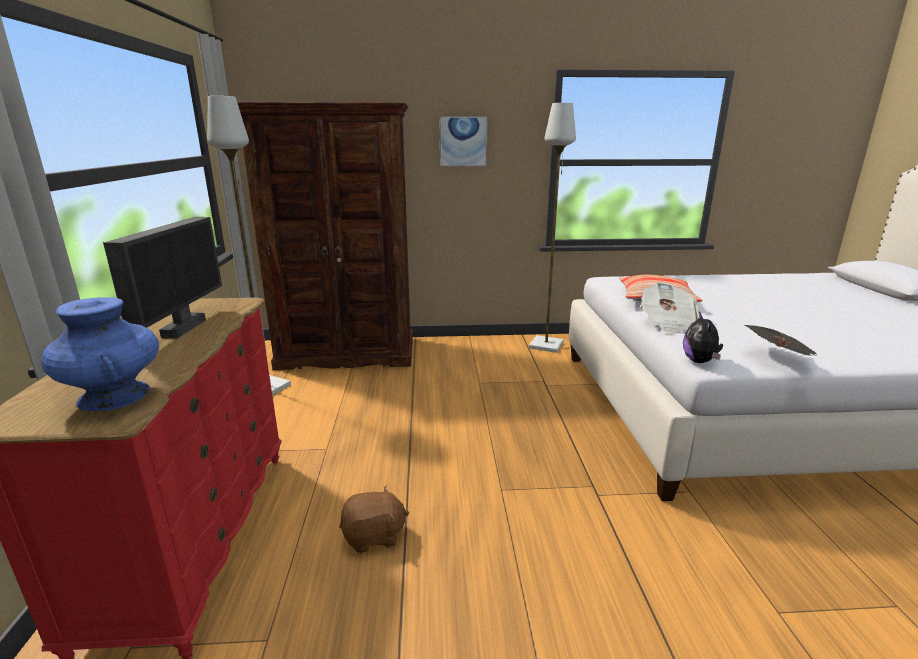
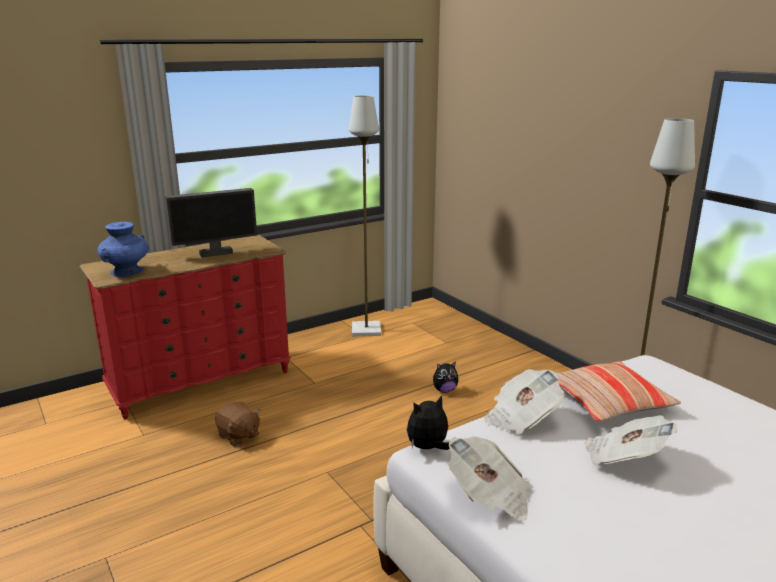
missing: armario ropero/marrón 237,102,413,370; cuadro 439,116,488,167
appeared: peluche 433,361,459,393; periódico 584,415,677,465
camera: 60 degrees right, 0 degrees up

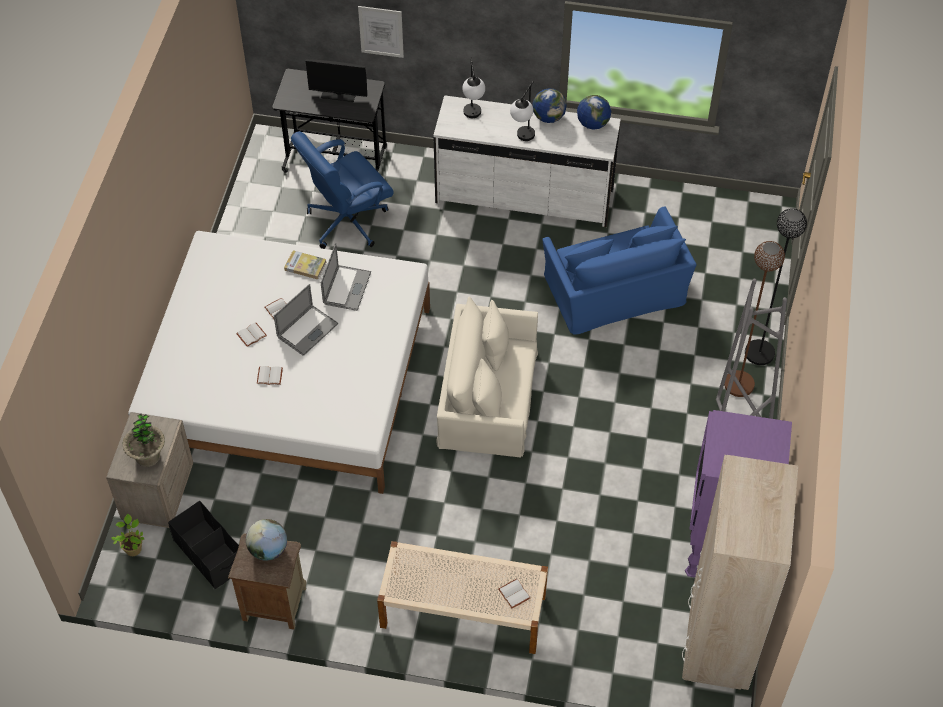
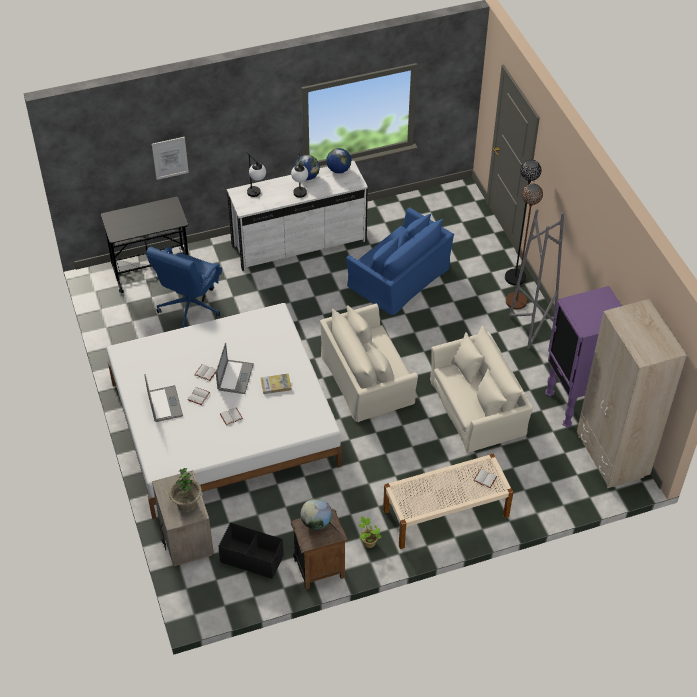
missing: monitor 306,59,367,102
appeared: sillón/beis 430,326,533,452
relocated: portátil 321,243,371,311 to 145,374,183,422; libro 284,250,326,279 to 261,374,292,394; planta en maceta 111,514,144,556 to 359,516,381,548
colour: mesita de noche/beis 228,533,307,629 to mesita de noche/negro 291,509,348,589
camera: 30 degrees left, 5 degrees down

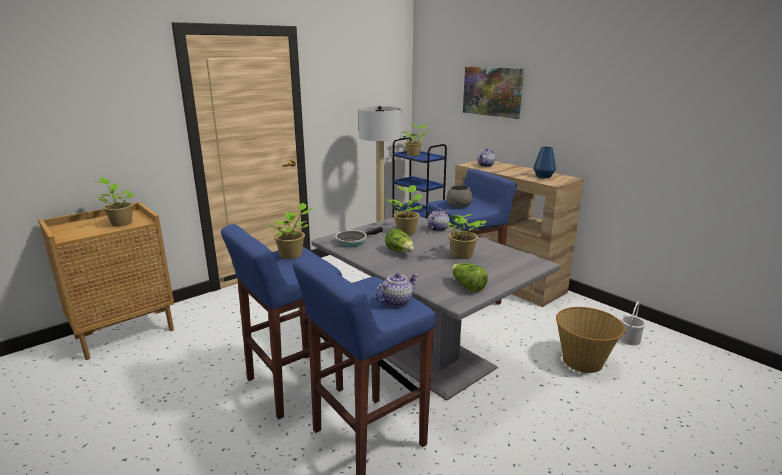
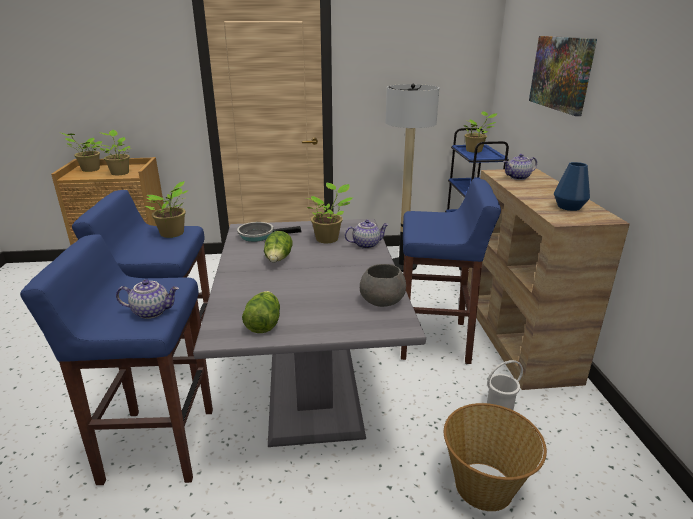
relocated: planta en maceta 445,214,486,259 to 59,132,102,172; cuenco/gris 446,185,473,208 to 360,264,406,307; cubo/blanco 619,301,646,345 to 487,360,523,410
camera: 35 degrees right, 5 degrees up

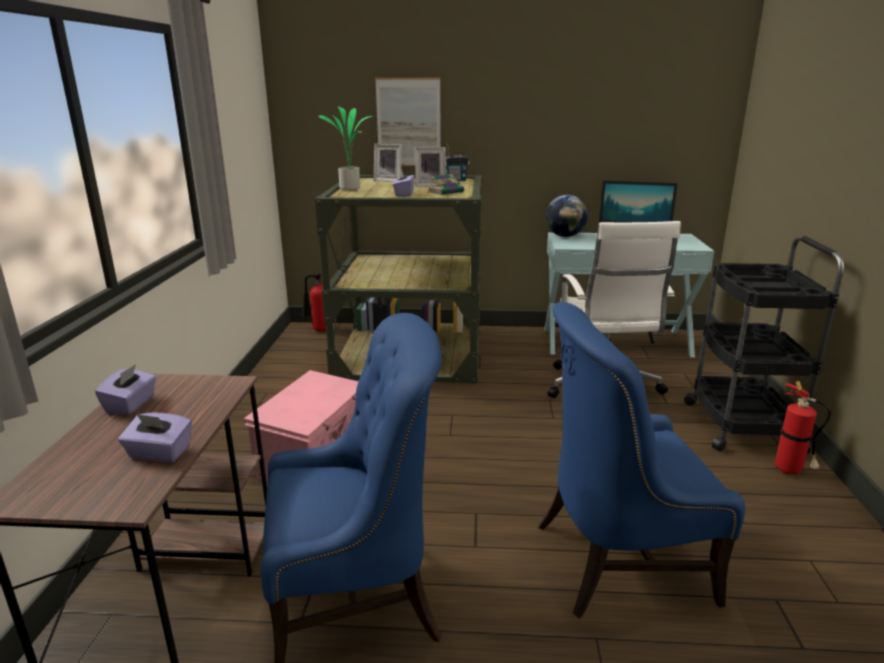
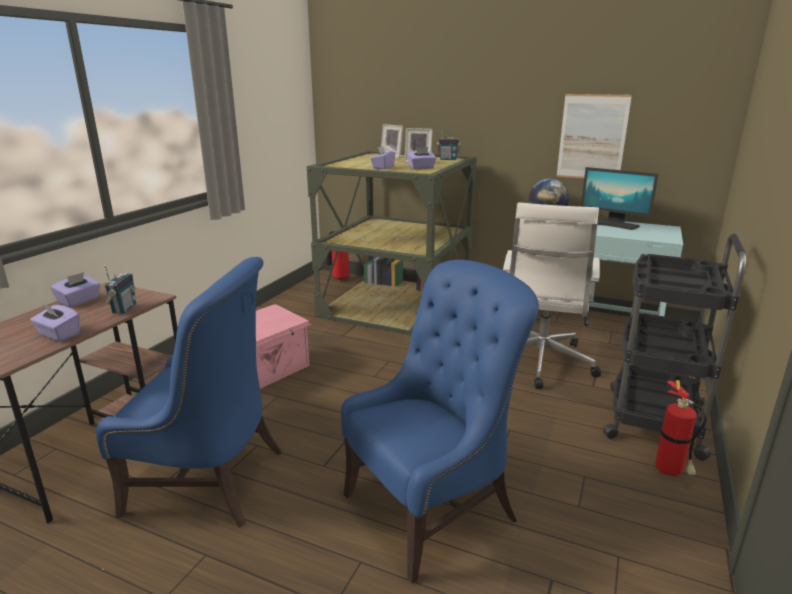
missing: planta en maceta 318,106,374,190
appeared: radio 104,265,136,314
relocated: cuadro 375,78,441,166 to 556,94,632,178
exchanged: libro 428,174,466,195 to caja de pañuelos/morado 407,147,436,169
spun: silla/azul 538,302,745,619 = 341,260,539,583 135 degrees clockwise
camera: 20 degrees right, 0 degrees up

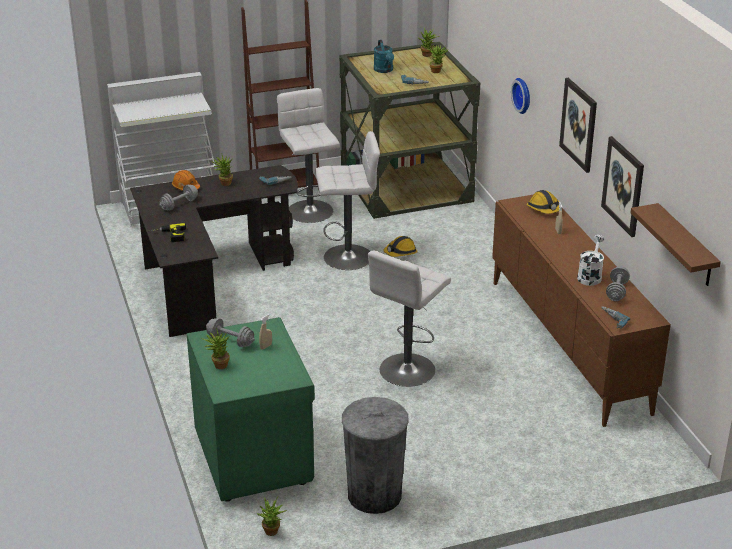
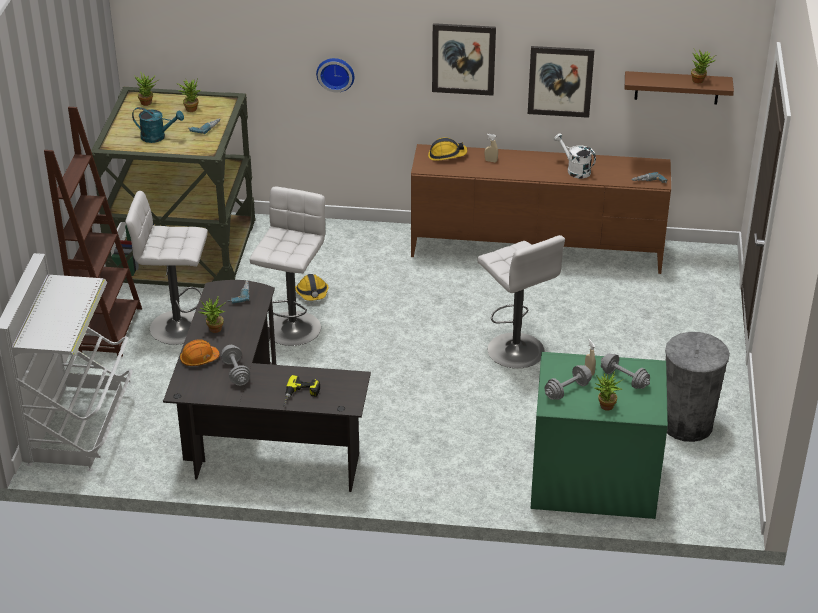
relocated: mancuerna/gris 606,266,630,301 to 601,354,650,389; planta en maceta 257,497,287,536 to 691,48,716,83
camera: 65 degrees left, 5 degrees up

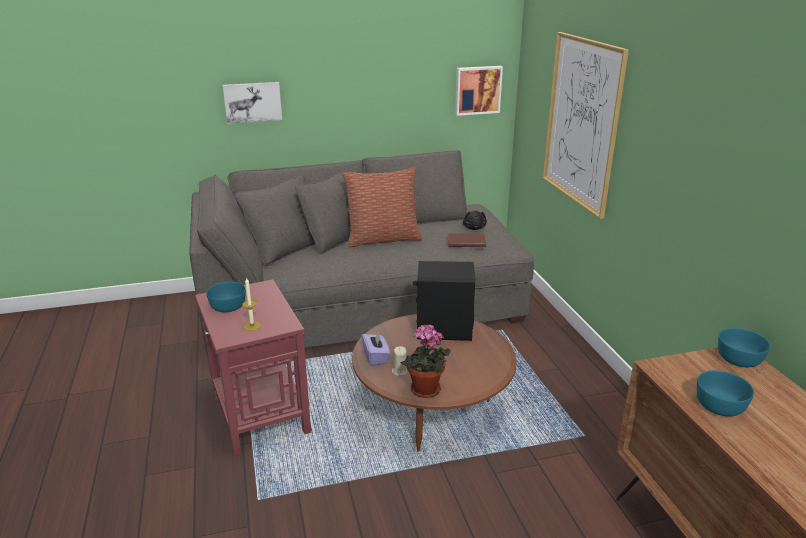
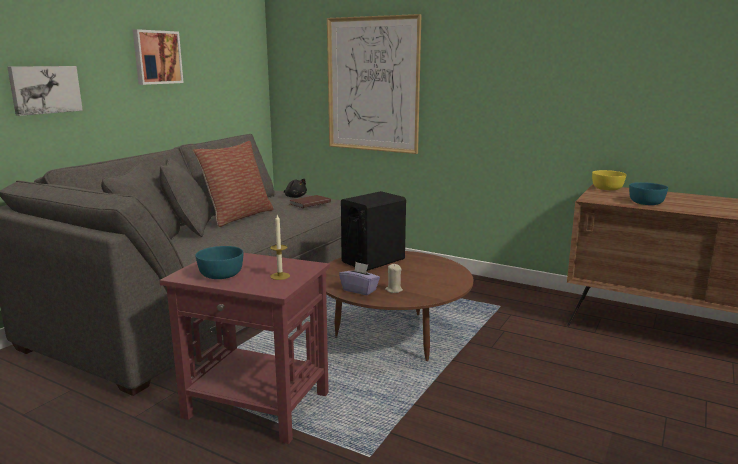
missing: planta en maceta 401,325,451,398
relocated: cuadro 455,66,503,116 to 133,29,184,85
colour: cuenco/turquesa 718,328,770,367 to cuenco/amarillo 592,170,626,190
camera: 45 degrees left, 10 degrees down

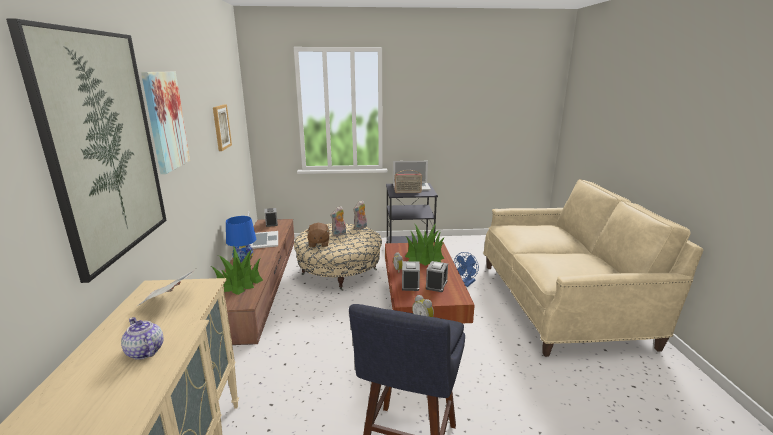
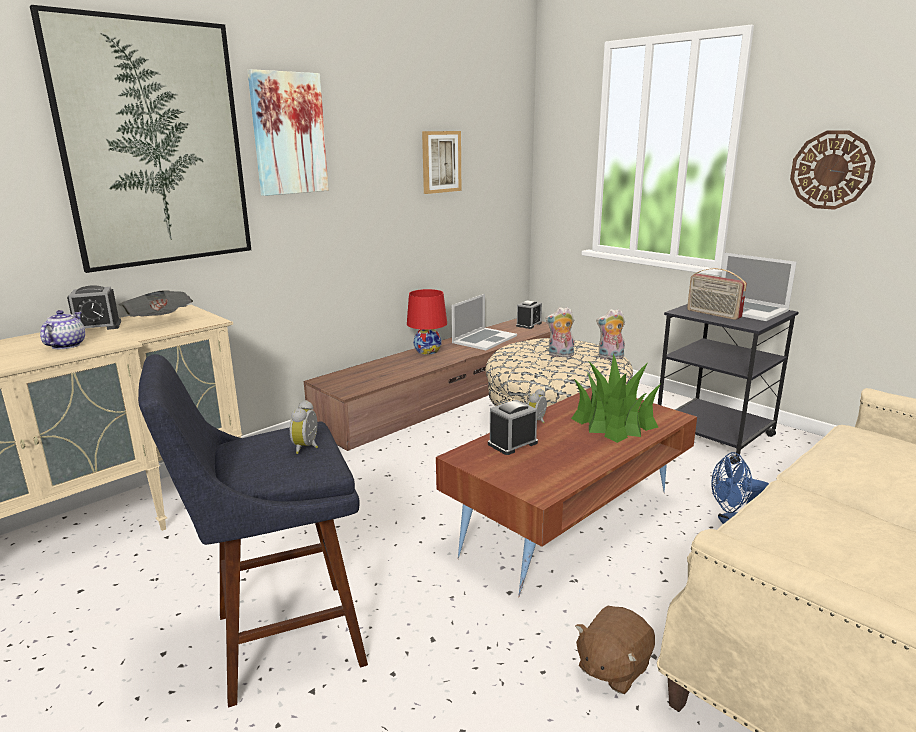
missing: planta en maceta 211,247,263,295
appeared: reloj de pared 790,130,875,210
relocated: despertador 426,261,448,292 to 67,285,121,330; peluche/marrón 306,223,330,248 to 575,605,655,694
colour: lámpara de mesa/azul 226,216,256,262 to lámpara de mesa/rojo 407,289,447,354
camera: 50 degrees right, 0 degrees up

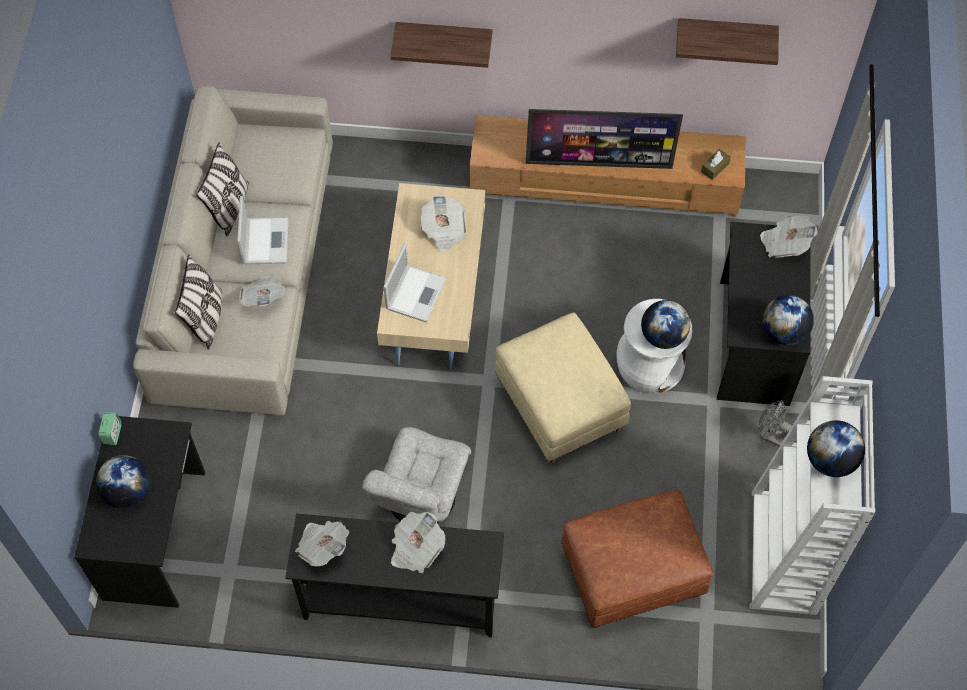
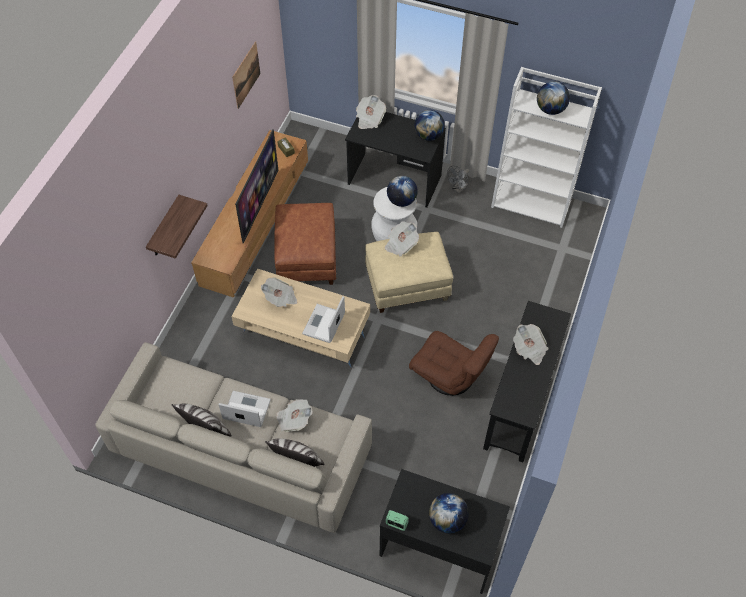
relocated: puf/marrón 561,490,713,628 to 274,203,336,285; periódico 295,521,349,567 to 385,221,419,257
exchanged: estante 676,18,779,65 to cuadro 232,41,260,109
colour: sillón/gris 362,427,471,523 to sillón/marrón 409,331,499,396
spun: portátil 384,243,447,322 = 302,296,345,343 105 degrees counterclockwise
camera: 75 degrees left, 5 degrees down

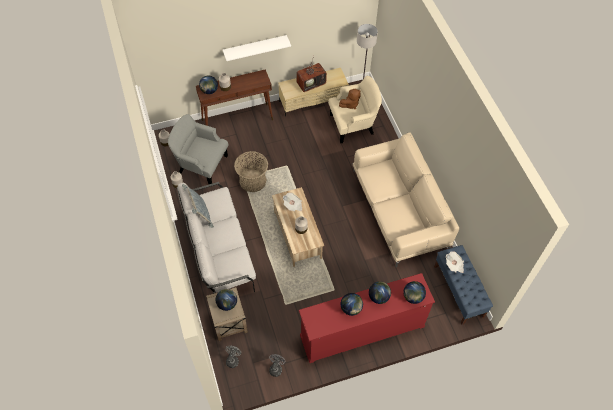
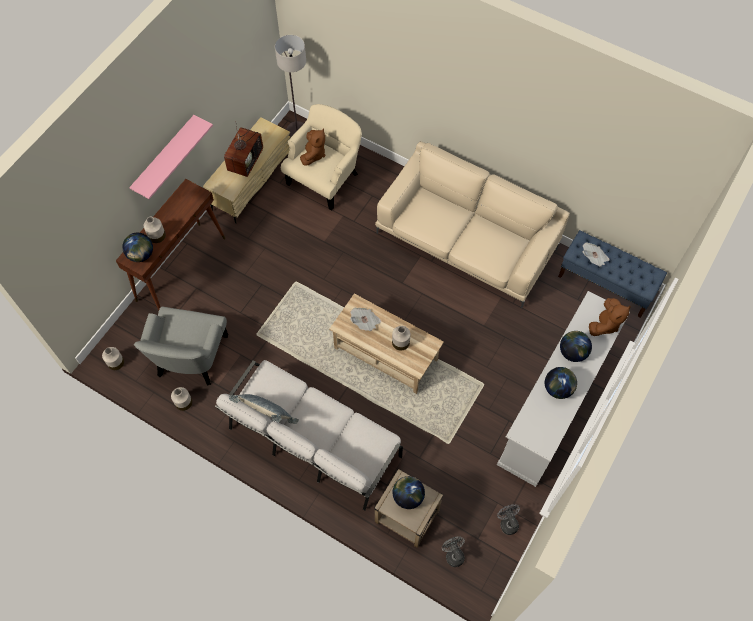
missing: cesta 234,151,268,192
exchanged: globo terráqueo 403,281,426,304 to peluche/marrón 589,298,631,336
colour: estante/blanco 223,35,291,61 to estante/rosa 129,115,213,199; armario/rojo 299,273,435,363 to armario/blanco 497,291,630,487
spun: sillón/gris 168,114,228,184 = 134,307,228,386 60 degrees counterclockwise
camera: 40 degrees left, 5 degrees up

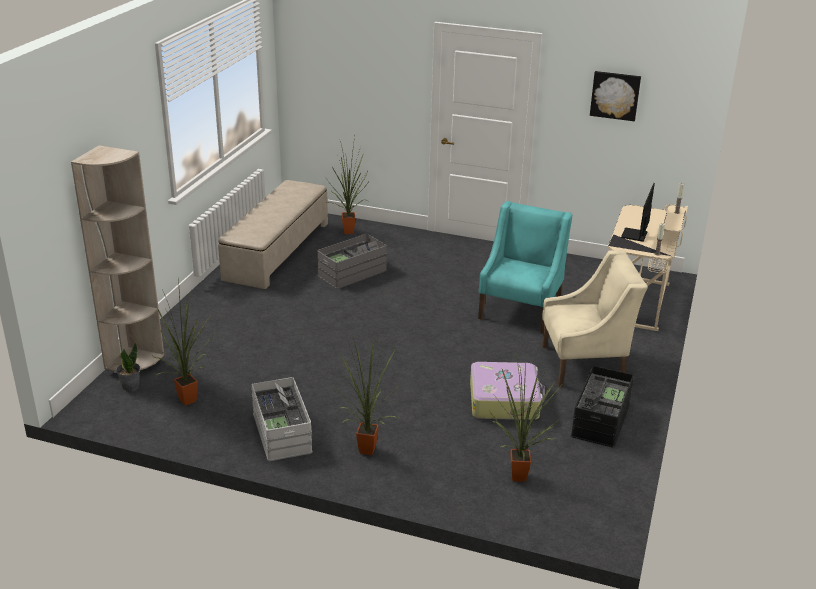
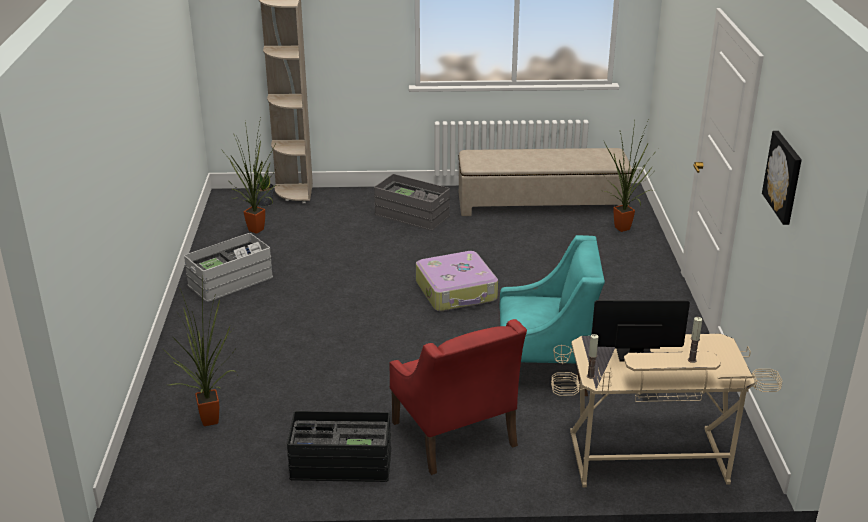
missing: planta en maceta 335,336,399,455
relocated: caja de almacenaje/gris 317,234,387,289 to 374,174,450,230; maleta 470,362,545,420 to 416,251,498,311
colour: sillón/beis 542,250,648,387 to sillón/rojo 389,319,527,475
camera: 70 degrees right, 0 degrees up

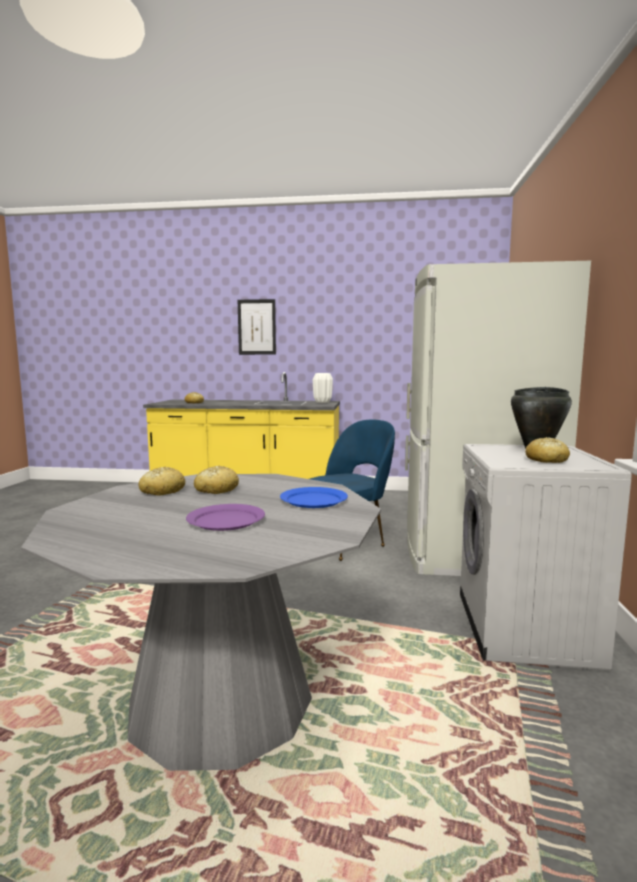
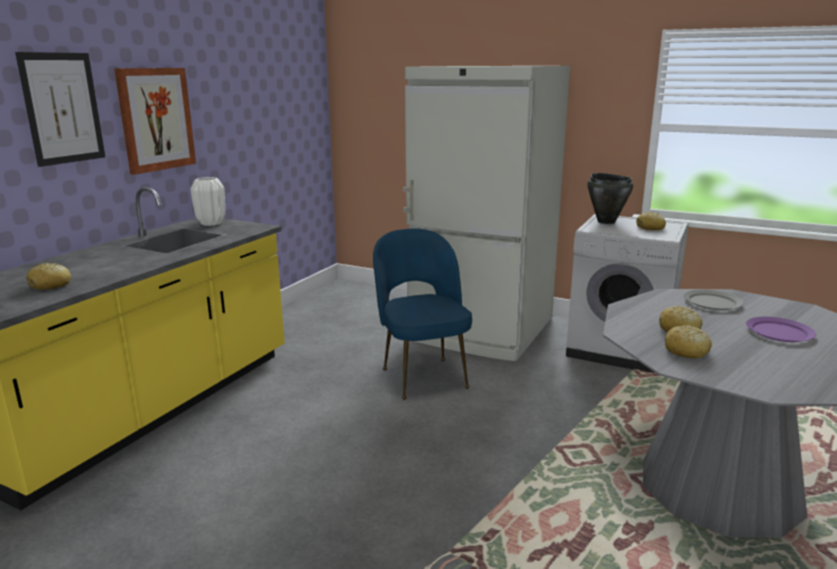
appeared: cuadro 114,68,196,175
colour: plato/azul 280,487,348,508 to plato/gris 684,290,743,310
camera: 70 degrees left, 10 degrees up

